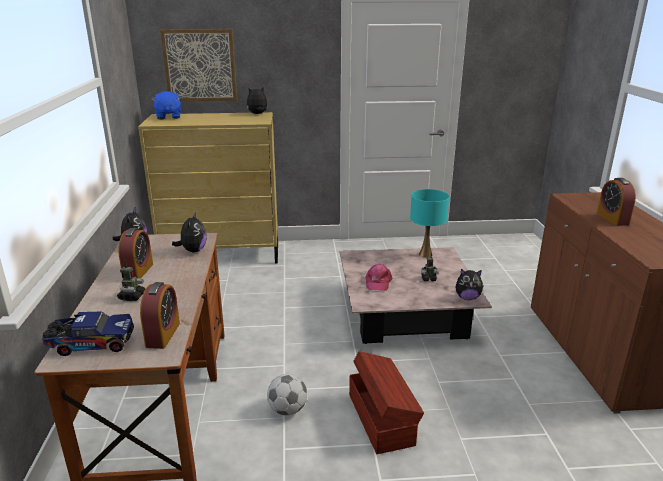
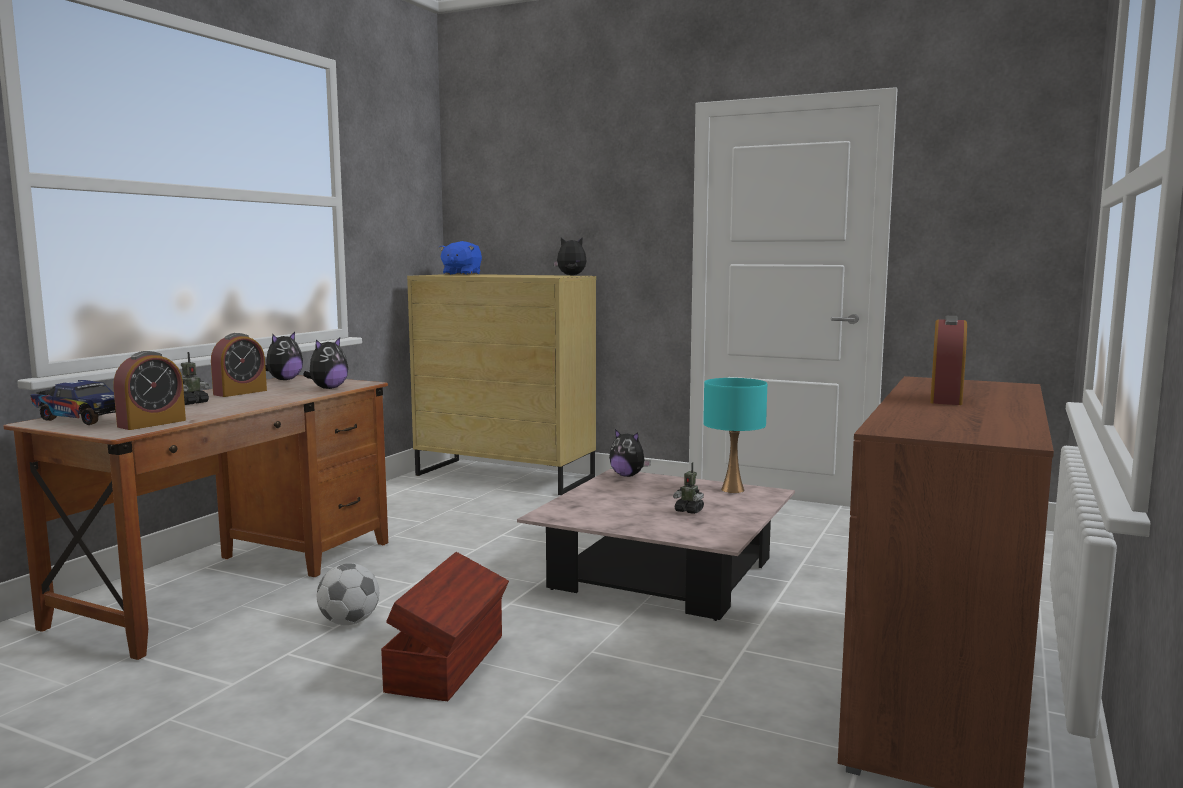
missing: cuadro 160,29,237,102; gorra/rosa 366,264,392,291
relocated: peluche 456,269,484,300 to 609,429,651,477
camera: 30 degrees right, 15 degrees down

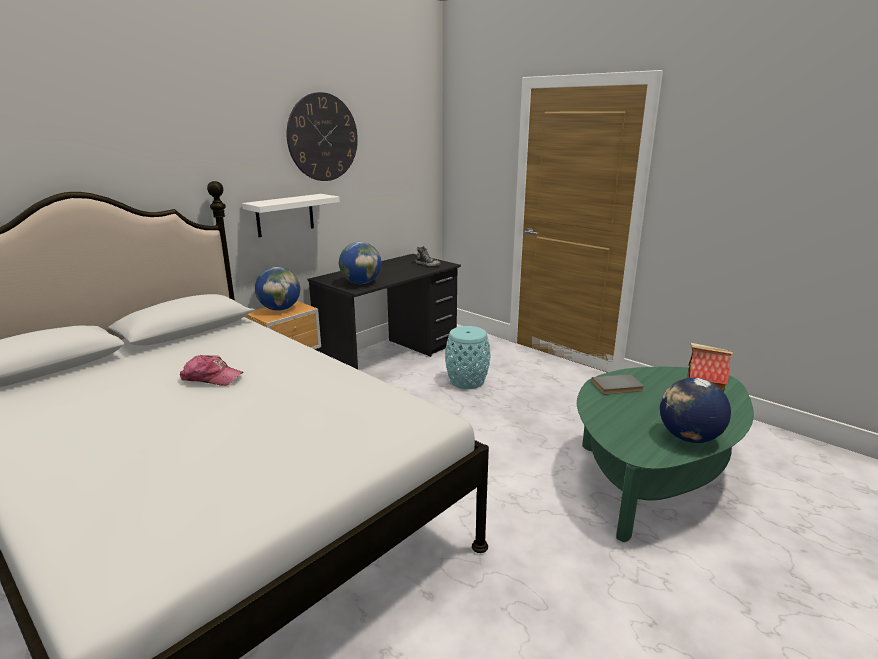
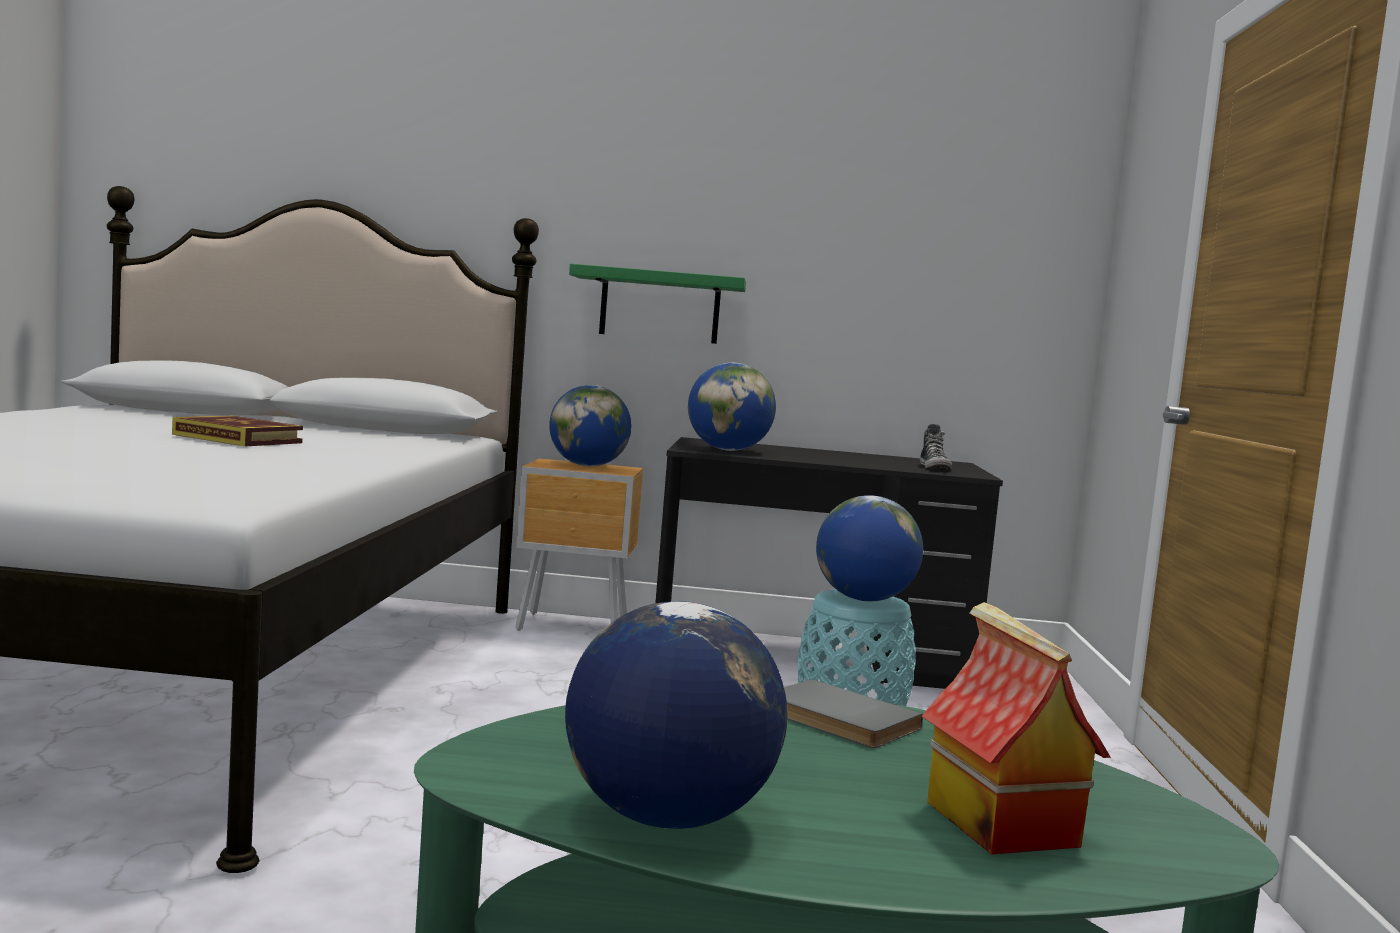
missing: reloj de pared 287,92,358,181
appeared: globo terráqueo 816,495,923,601
exchanged: gorra 180,355,244,386 to libro 172,416,303,447
colour: estante/blanco 242,194,340,237 to estante/verde 569,264,746,344
camera: 50 degrees right, 15 degrees down

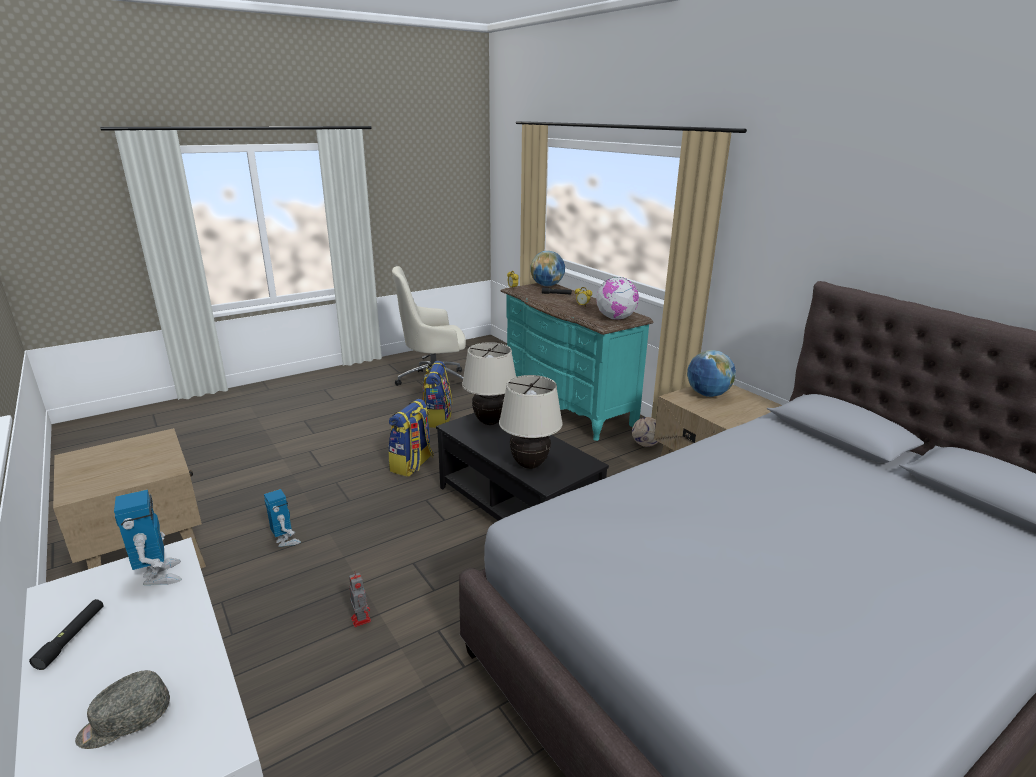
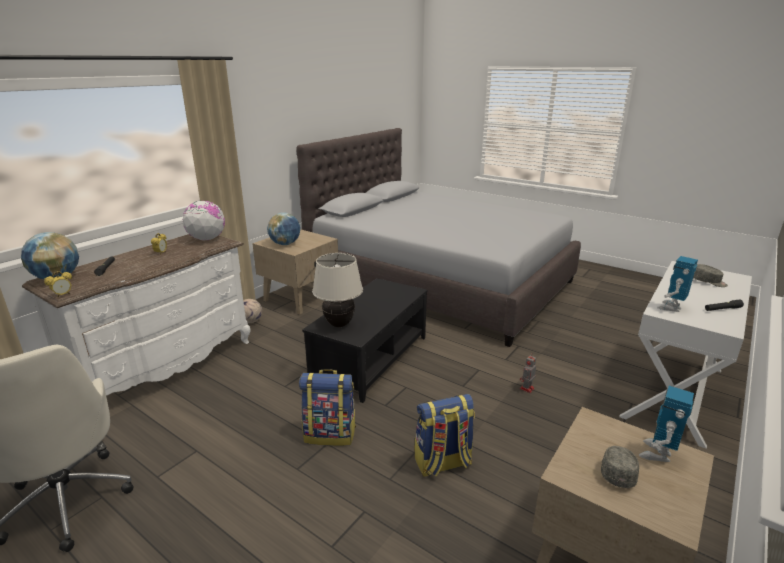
missing: lámpara de mesa/beis 499,375,563,469
appeared: gorra/gris 601,446,639,488
relocated: mochila 422,361,452,428 to 415,394,475,477; robot de juguete 264,489,301,547 to 639,386,694,462
colour: cómoda/turquesa 500,283,653,441 to cómoda/blanco 22,234,250,396
camera: 110 degrees left, 0 degrees up

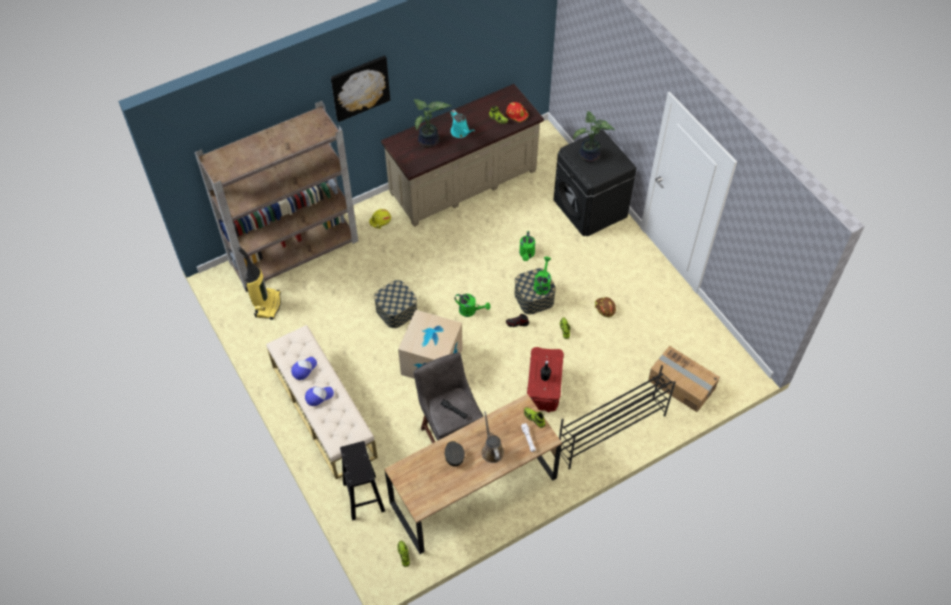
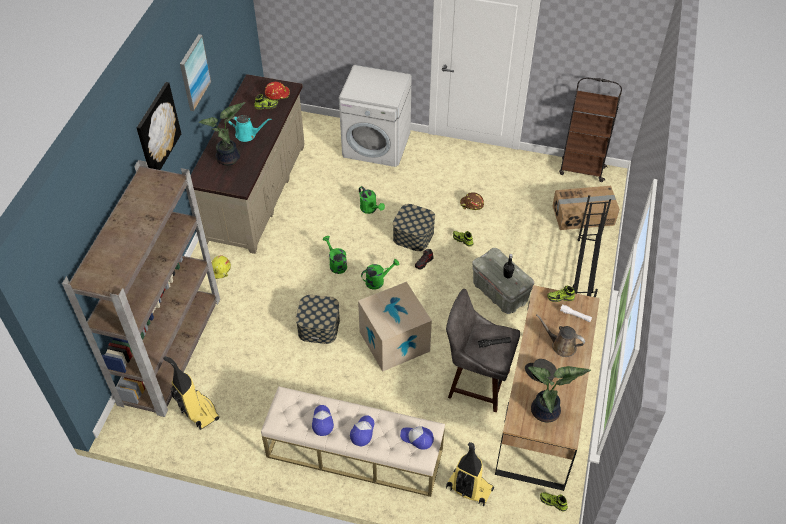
appeared: cuadro 180,34,211,111; gorra 400,426,434,450; carrito/marrón 559,78,622,182
relocated: regadera/verde 533,257,551,295 to 323,236,347,274; planta en maceta 573,111,615,162 to 528,366,591,422
exchanged: taburete/negro 340,441,385,521 to aspiradora 446,442,494,507
colour: lavadora/negro 554,129,636,236 to lavadora/blanco 339,65,412,167; caja de almacenaje/rojo 527,347,564,412 to caja de almacenaje/gris 472,248,534,314
camera: 45 degrees left, 5 degrees down

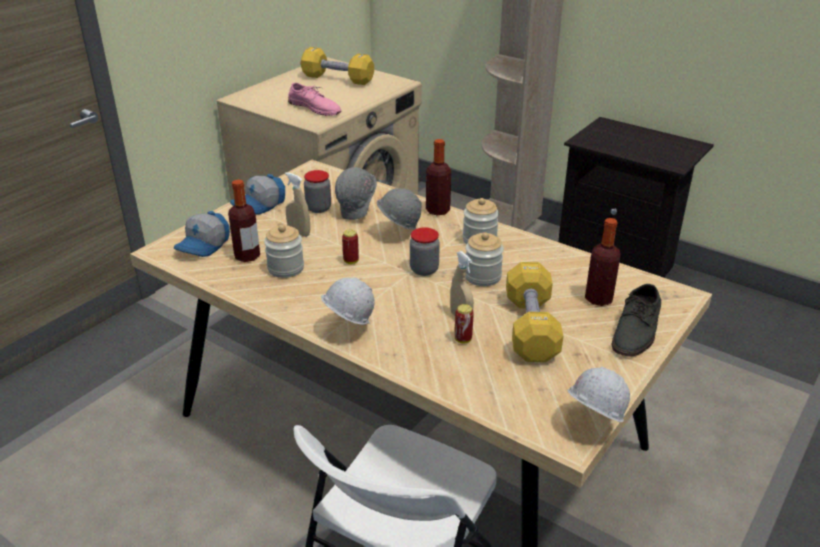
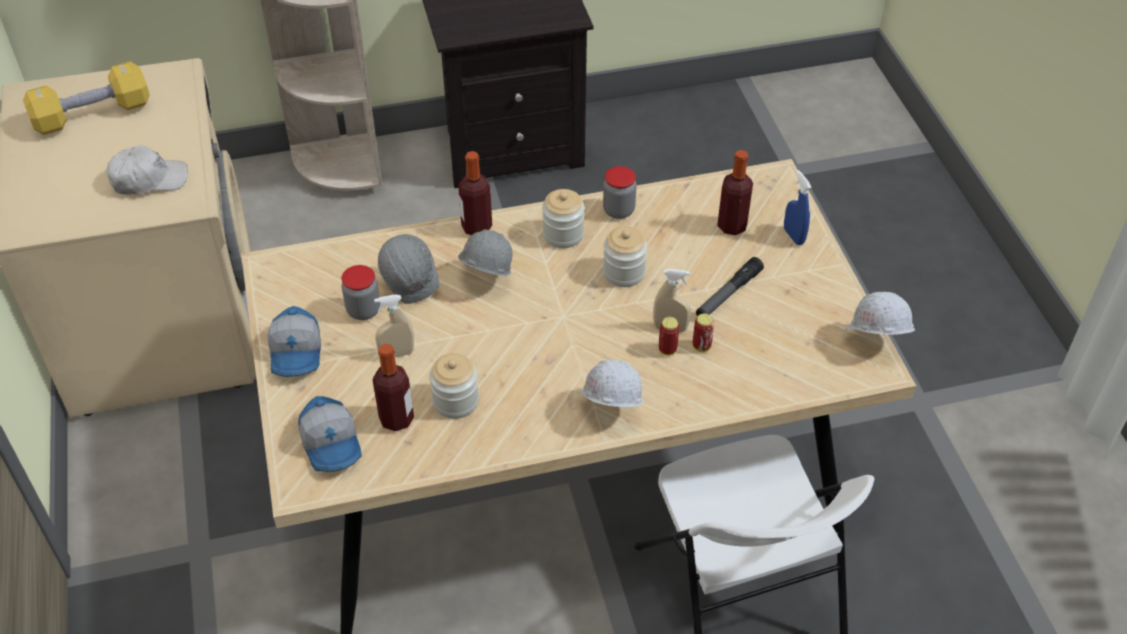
relocated: tarro 410,227,440,276 to 603,166,637,219; lata 342,230,359,264 to 659,317,679,356
exchanged: zapato/rosa 288,82,341,116 to gorra/blanco 106,145,188,195; mancuerna/amarillo 506,262,563,362 to linterna 696,257,764,316; zapato/gris 612,284,661,357 to pulverizador/azul 784,170,812,245
camera: 50 degrees left, 15 degrees up

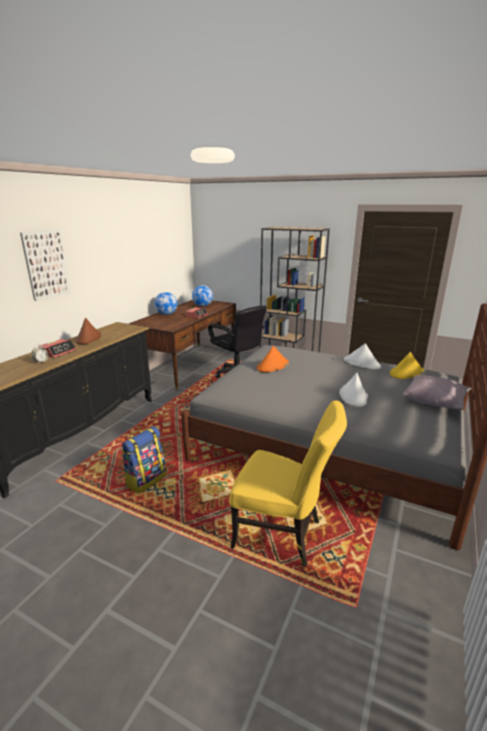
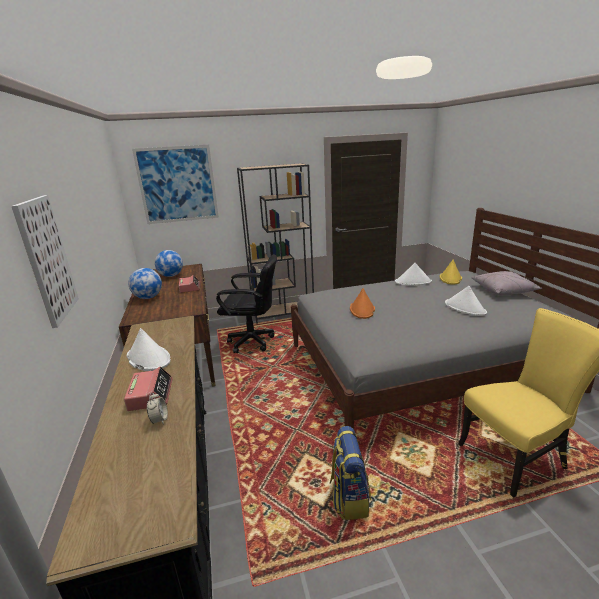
appeared: cuadro 132,145,219,224
colour: sombrero/marrón 76,318,101,344 to sombrero/blanco 127,328,171,371
camera: 40 degrees left, 0 degrees up

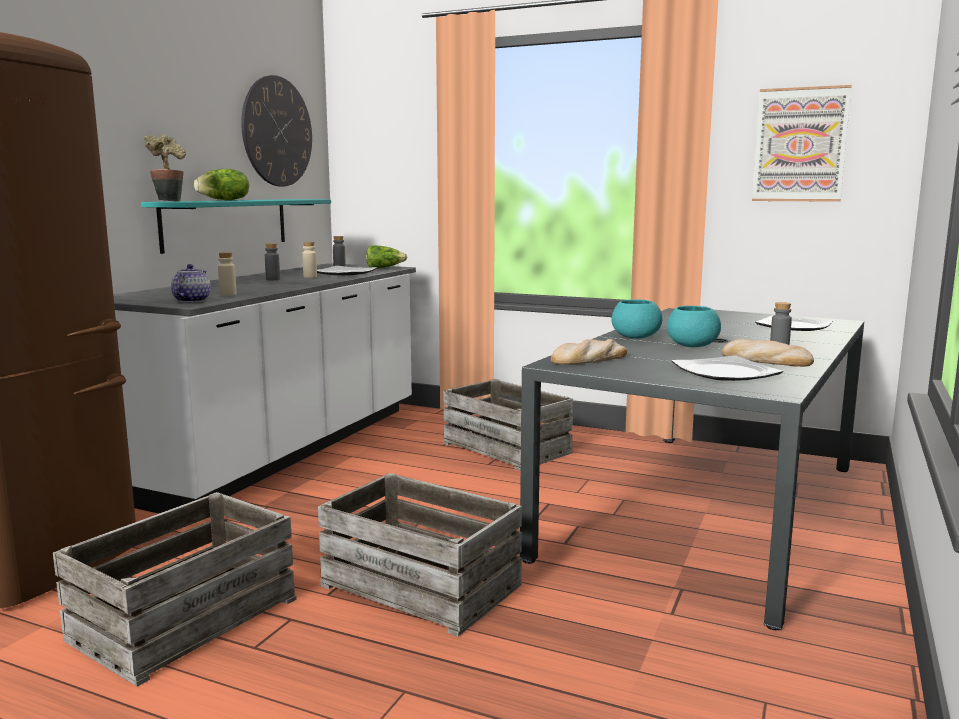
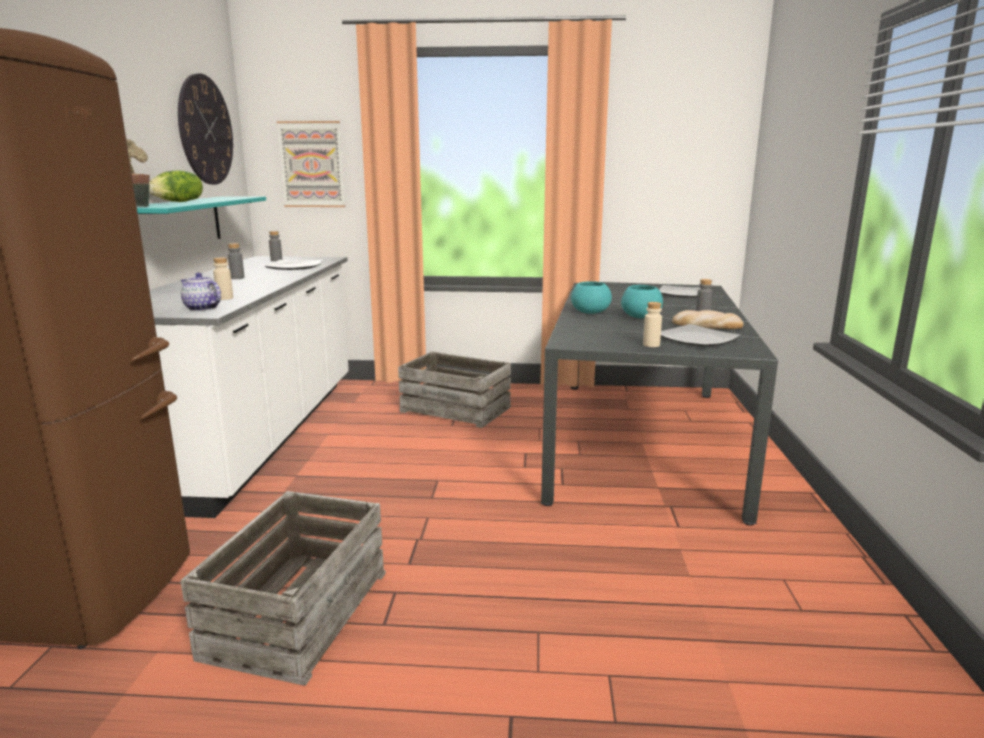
missing: caja de embalaje 318,473,522,637; lechuga 366,245,407,269; pan 551,339,627,365
relocated: cuadro 752,85,852,202 to 277,121,345,207; botella/beis 302,242,317,278 to 643,302,662,347
spun: tetera 171,264,211,302 = 181,273,221,311 45 degrees counterclockwise
camera: 20 degrees left, 5 degrees up

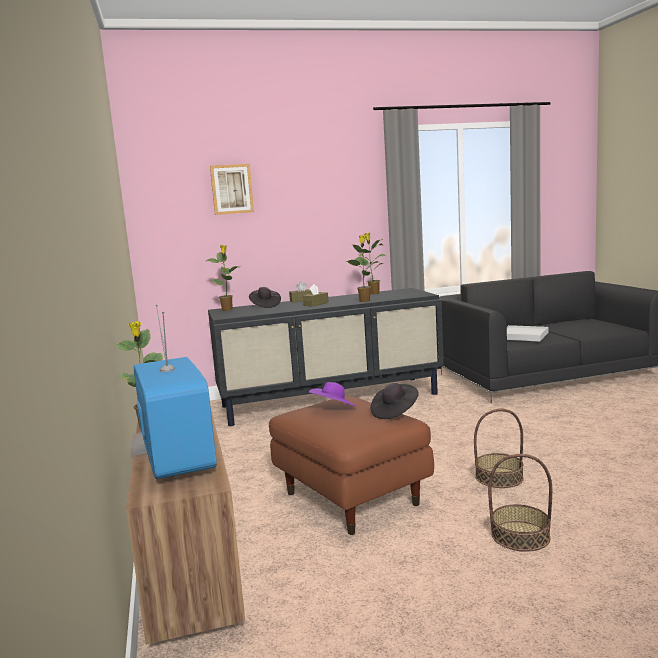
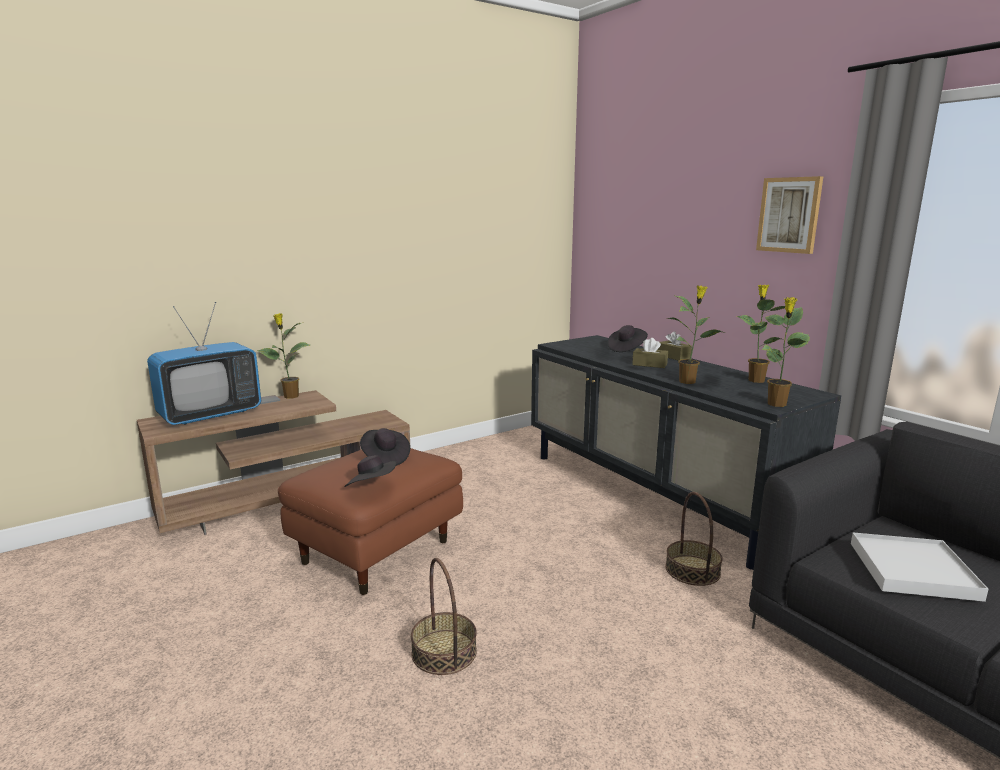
relocated: cesta 488,454,552,552 to 665,492,723,586; cuadro 210,164,254,215 to 756,176,824,254; planta en maceta 206,245,238,311 to 761,297,810,407
colour: sombrero/morado 309,382,357,407 to sombrero/negro 360,428,410,466
camera: 70 degrees right, 5 degrees up

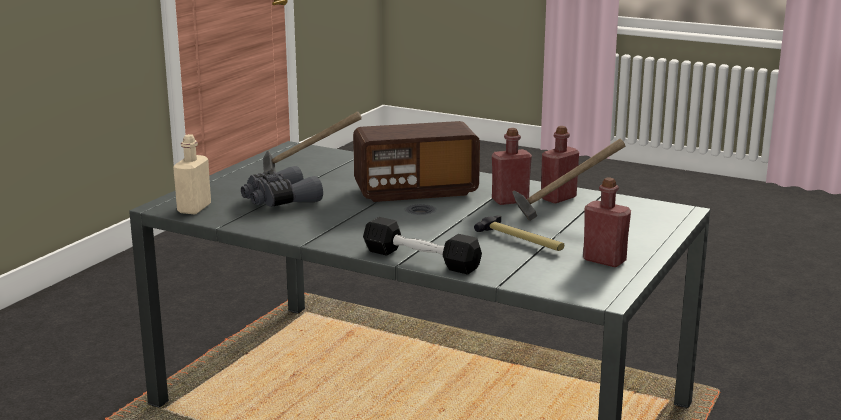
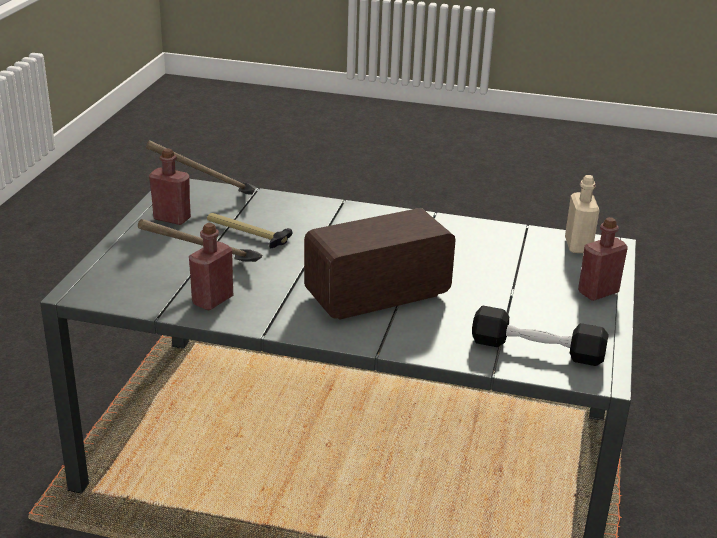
missing: prismáticos/gris 241,166,323,207
relocated: martillo 263,112,362,173 to 146,140,255,195; mancuerna/negro 363,217,482,275 to 472,306,609,366; botella/rojo 492,128,532,205 to 578,217,628,301
camera: 165 degrees right, 10 degrees up

